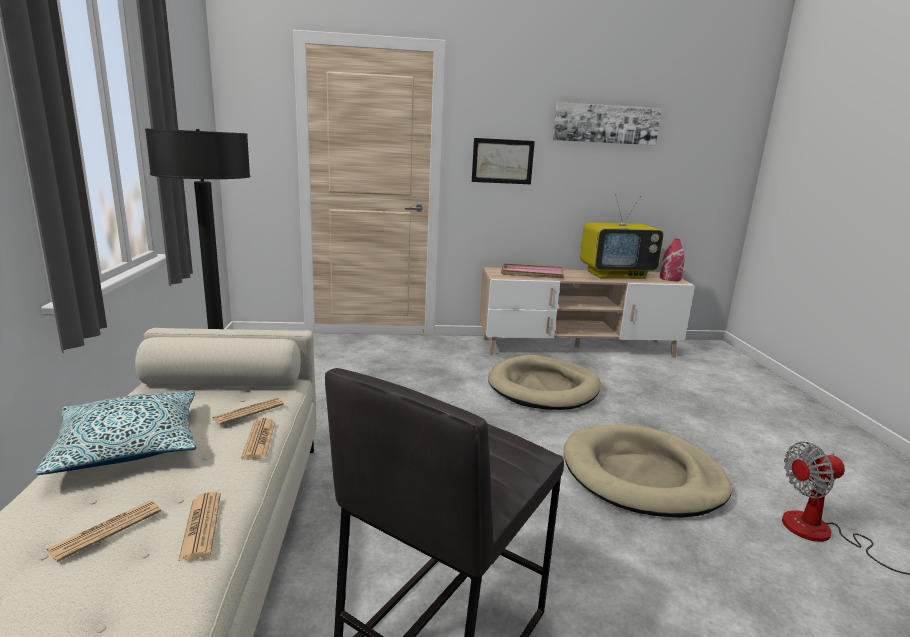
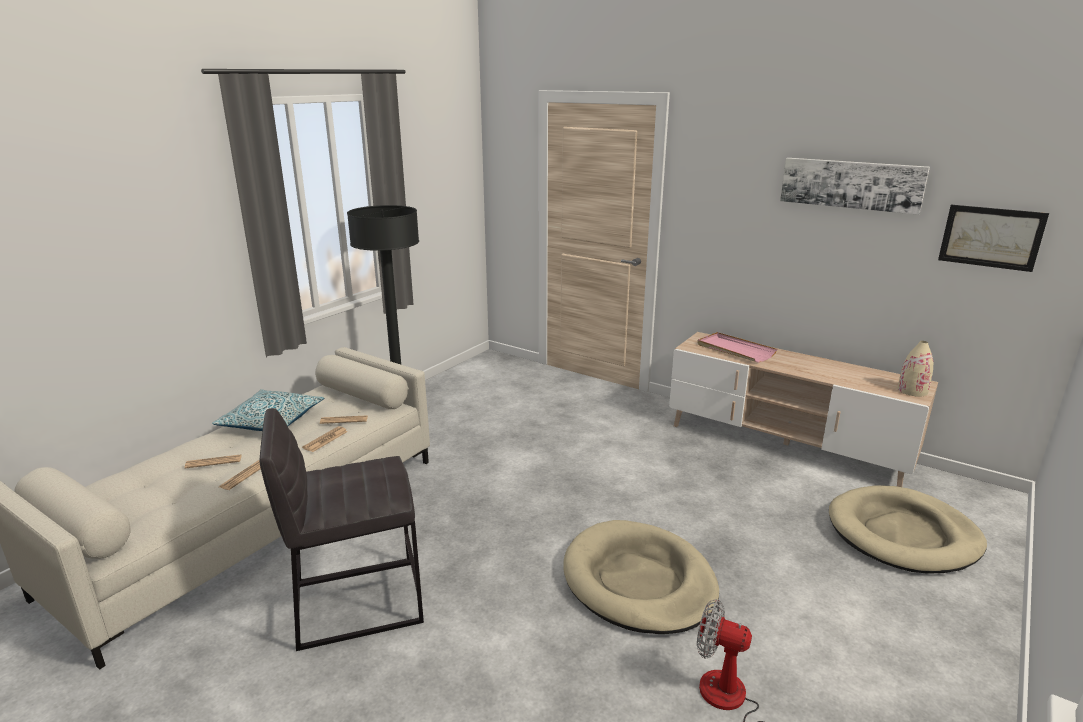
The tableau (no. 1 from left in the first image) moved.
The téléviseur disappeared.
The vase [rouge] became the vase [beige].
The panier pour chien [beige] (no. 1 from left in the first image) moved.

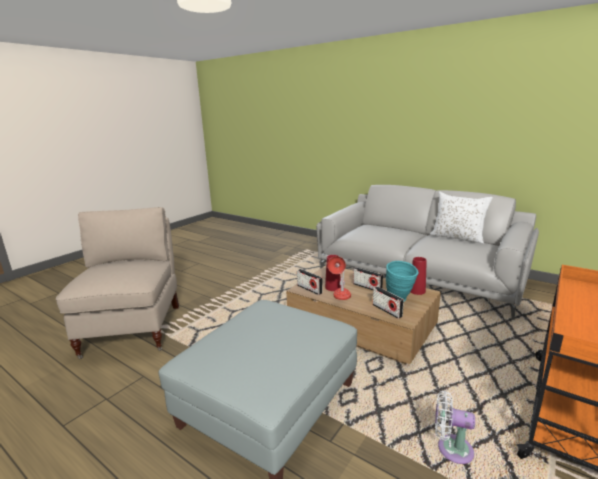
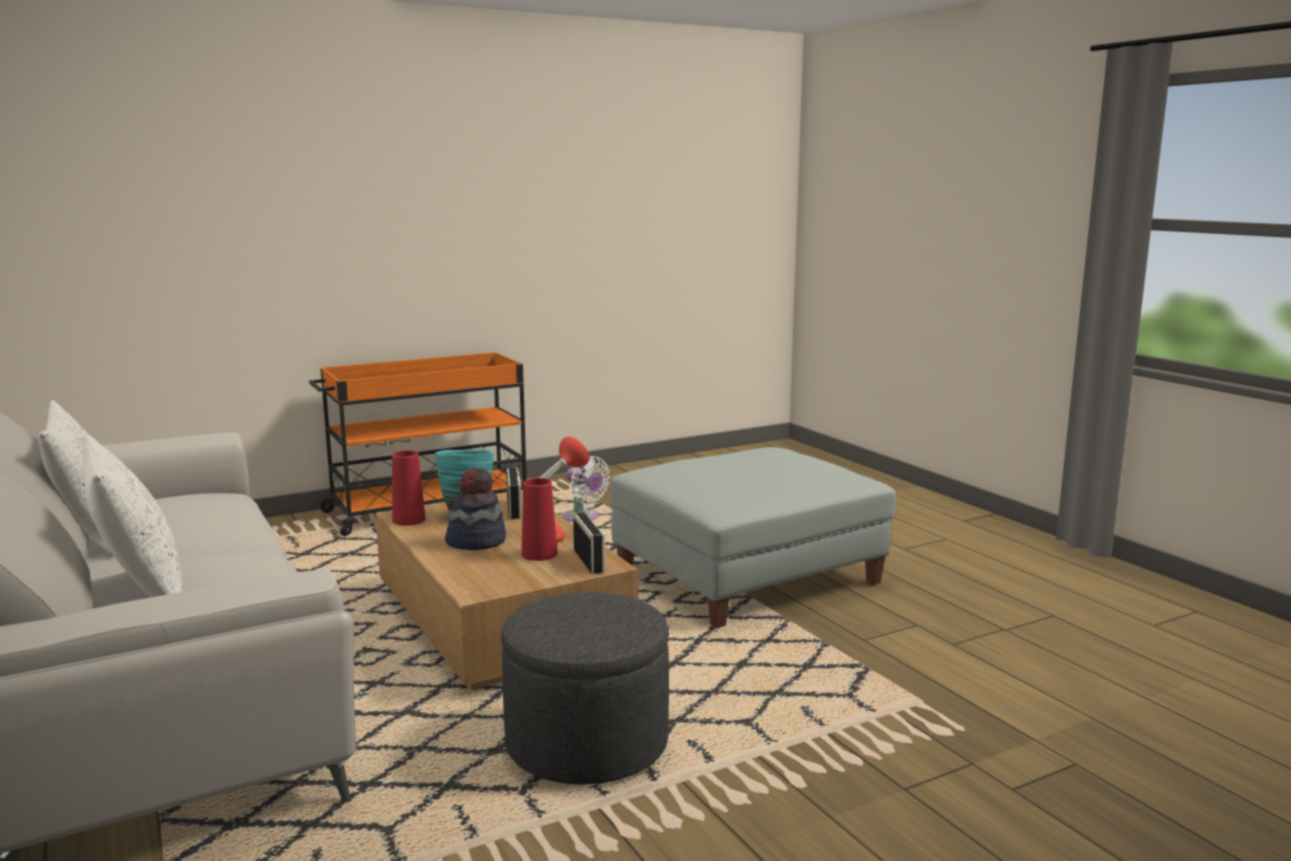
The chaise [beige] disappeared.
The radio (no. 2 from left) was replaced by the chapeau.
The coussin [blanc] (no. 2 from left) appeared.
The pouf [gris] (no. 1 from left) appeared.

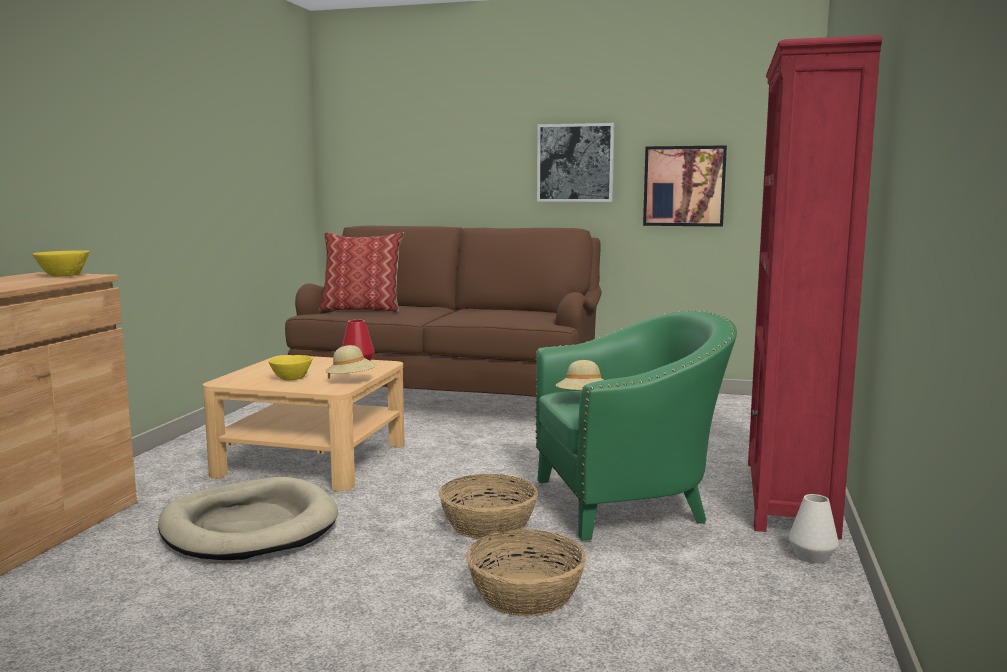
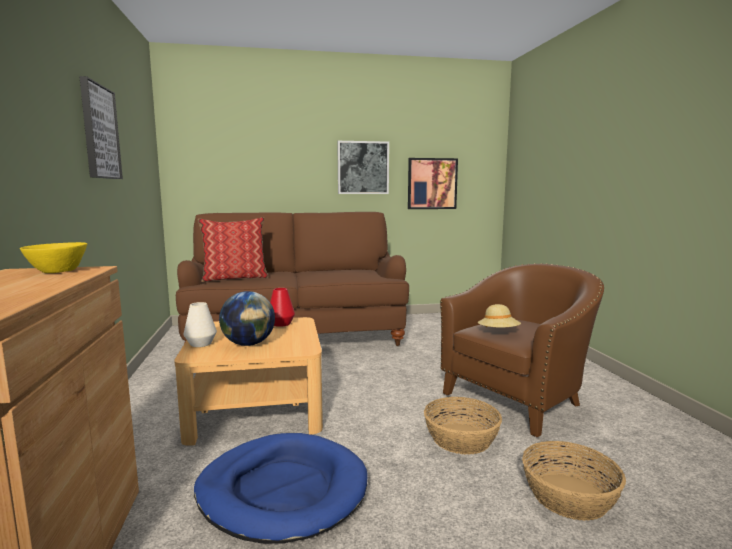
The bibliothèque [rouge] disappeared.
The fauteuil [vert] became the fauteuil [marron].
The chapeau [beige] (no. 1 from left) disappeared.
The bol [jaune] (no. 2 from left) was replaced by the globe.
The panier pour chien [beige] became the panier pour chien [bleu].
The vase [blanc] moved.
The tableau (no. 1 from left) appeared.

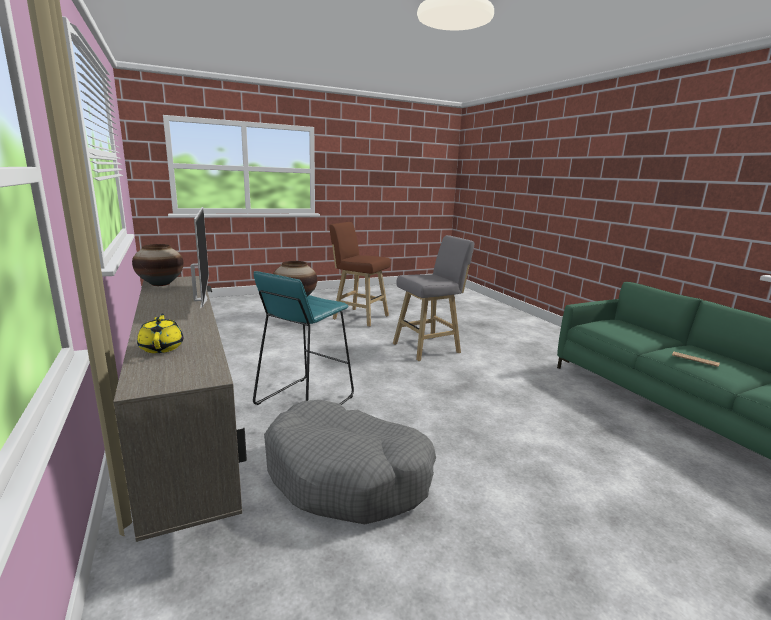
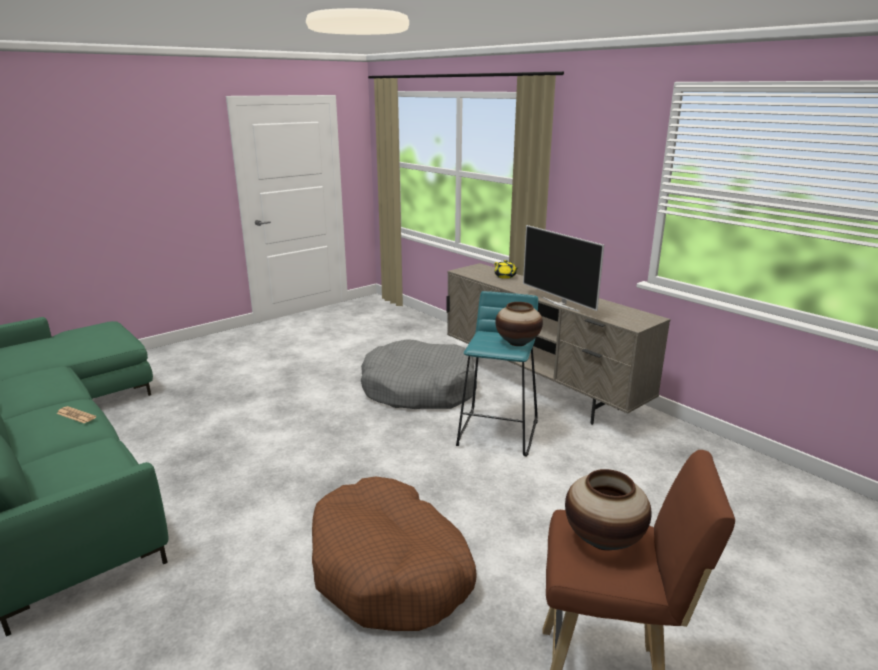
The tabouret [gris] was replaced by the panier pour chien [marron].
The vase (no. 1 from left in the first image) moved.

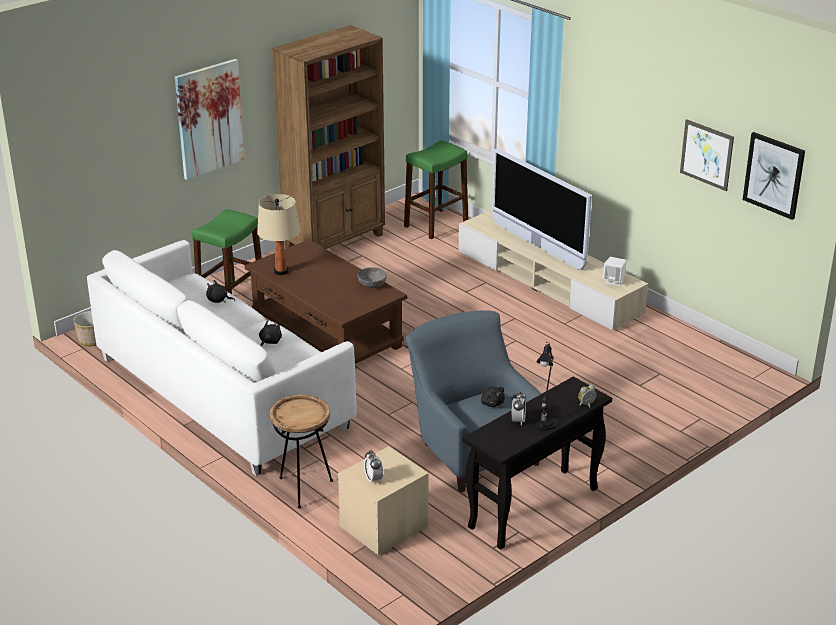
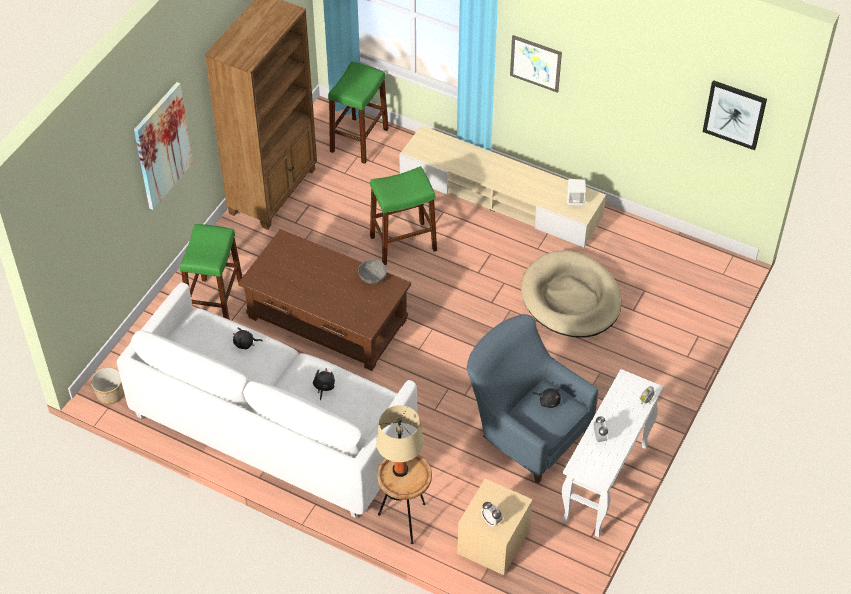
The tableau (no. 2 from left) moved.
The téléviseur disappeared.
The lampe de table [beige] moved.
The lampe de table [noir] disappeared.
The table console [noir] became the table console [blanc].
The tabouret [vert] (no. 3 from left) appeared.
The panier pour chien [beige] appeared.

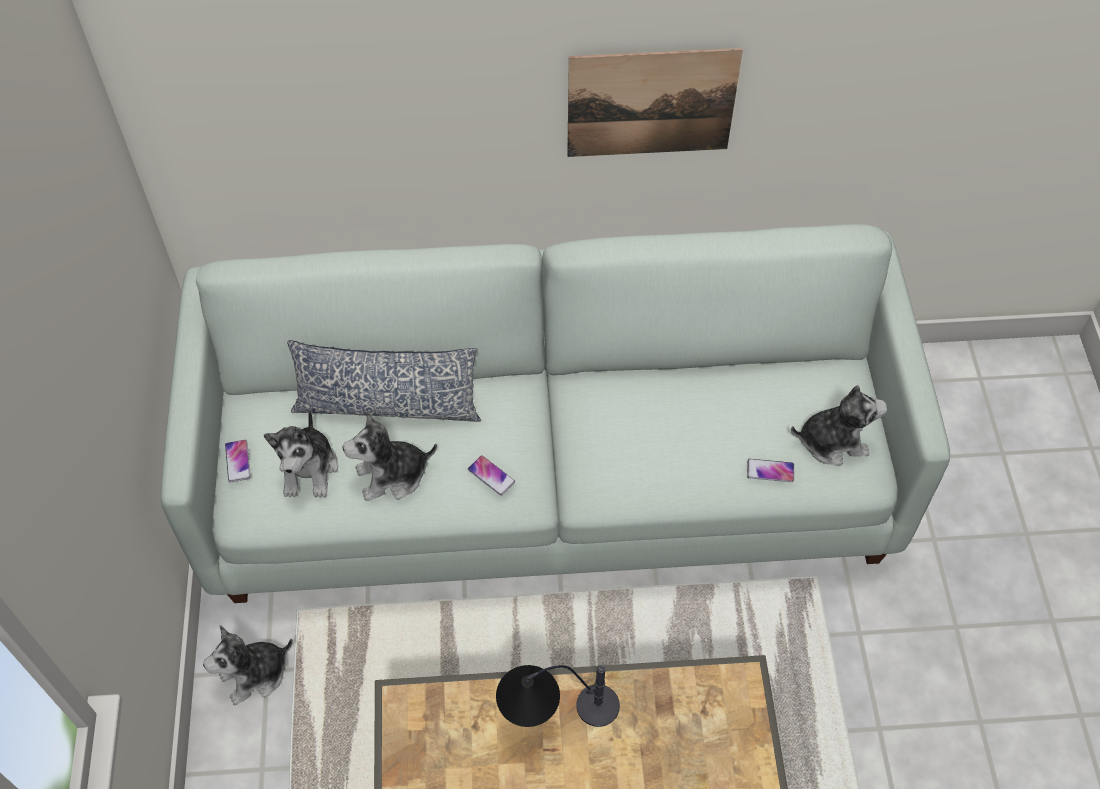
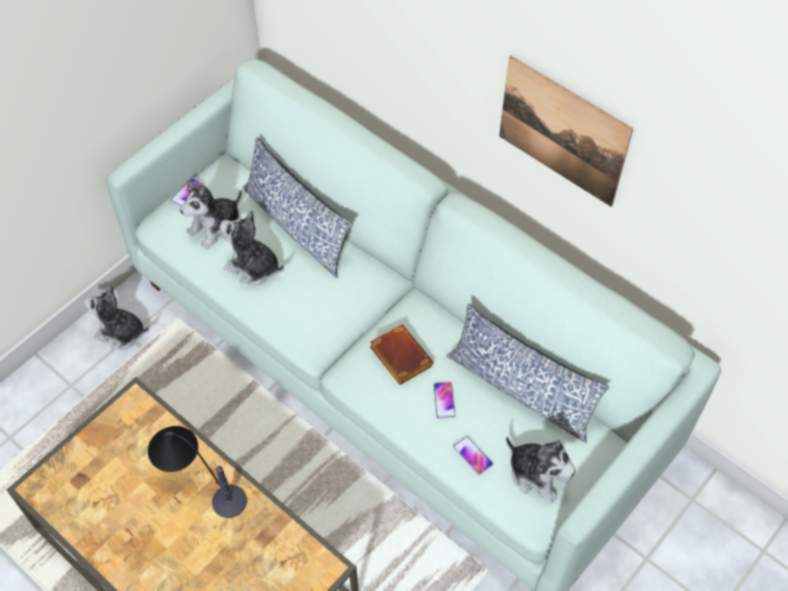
The téléphone (no. 2 from left) moved.
The coussin (no. 2 from left) appeared.
The livre [marron] appeared.

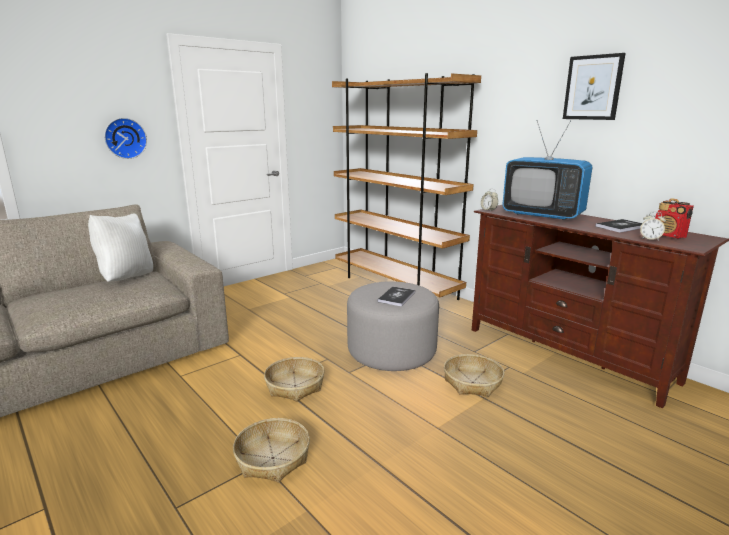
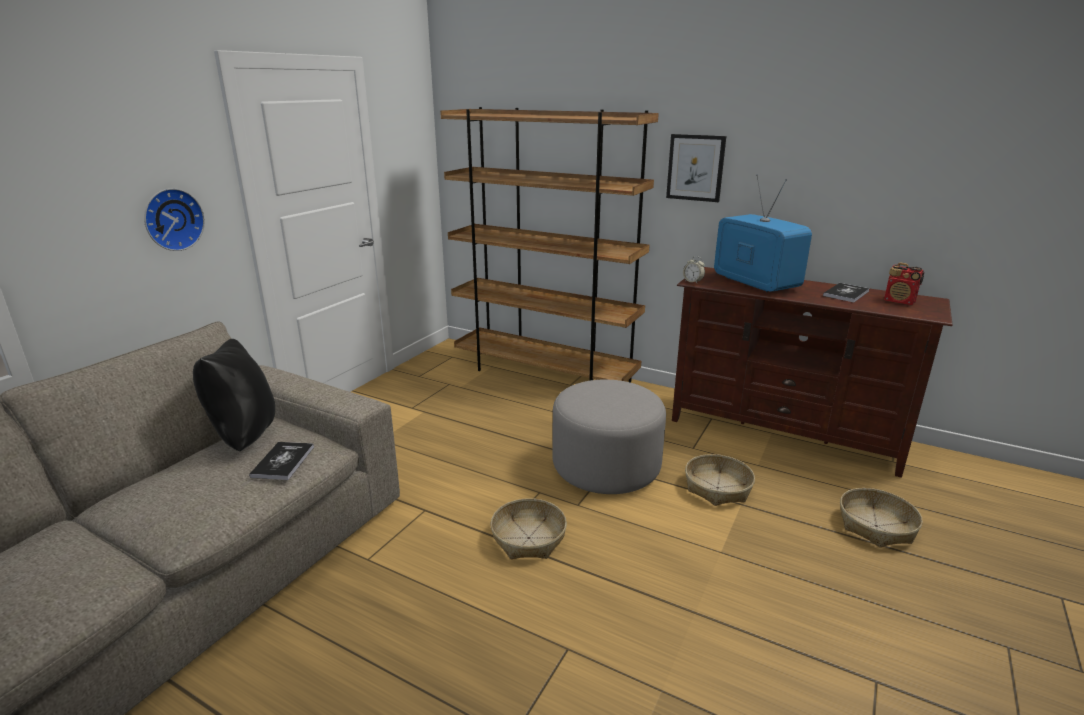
The tableau moved.
The téléviseur turned 135 degrees counterclockwise.
The réveil (no. 2 from left) disappeared.
The coussin [blanc] became the coussin [noir].
The livre (no. 1 from left) moved.
The panier (no. 1 from left in the first image) moved.

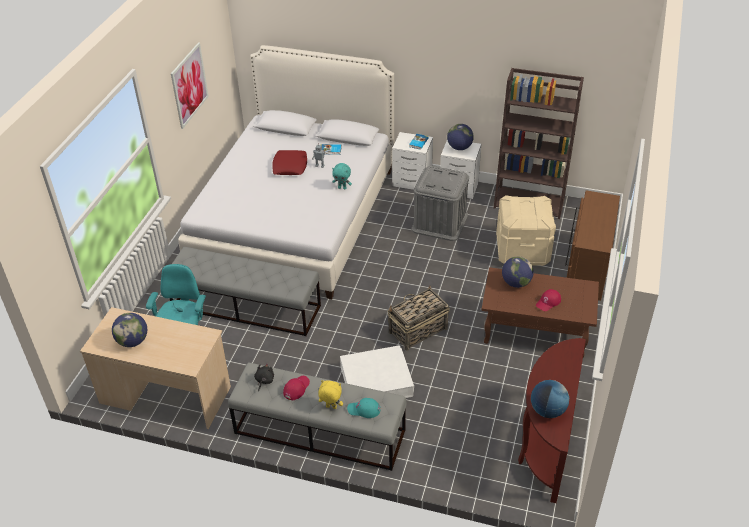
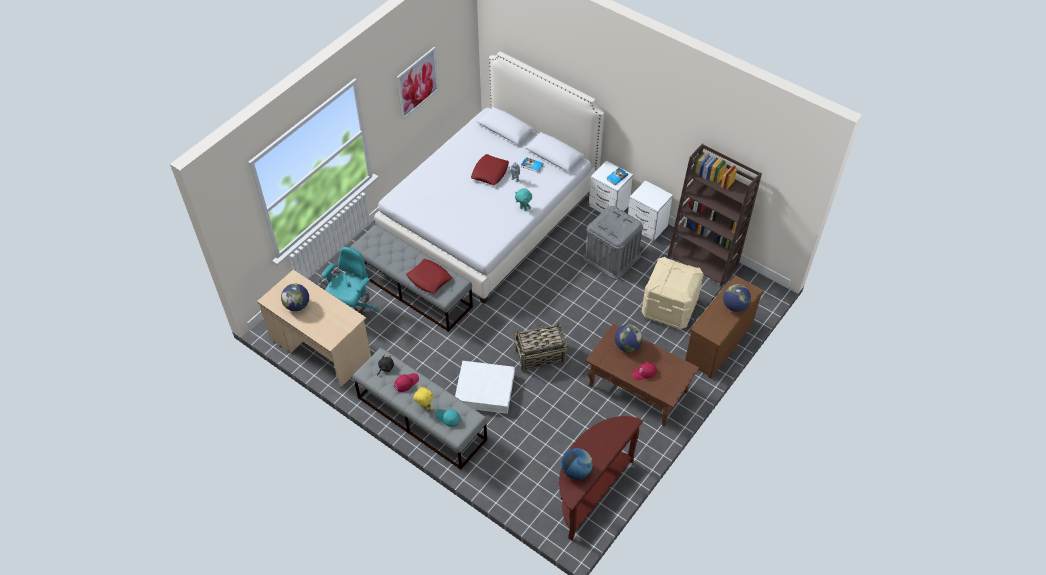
The globe (no. 2 from left in the first image) moved.
The coussin [rouge] (no. 1 from left) appeared.

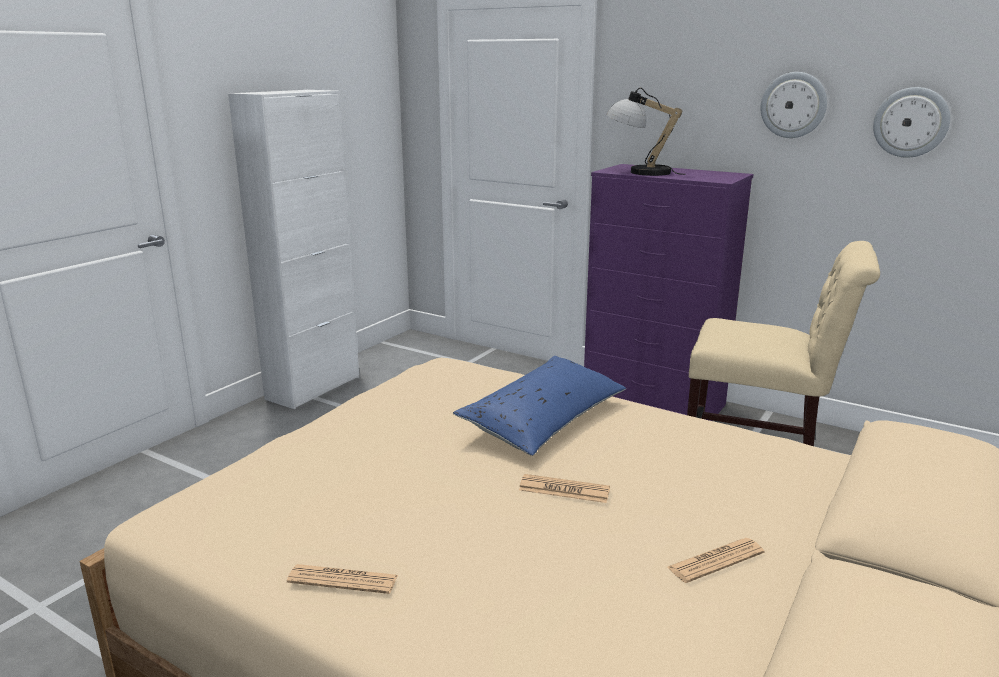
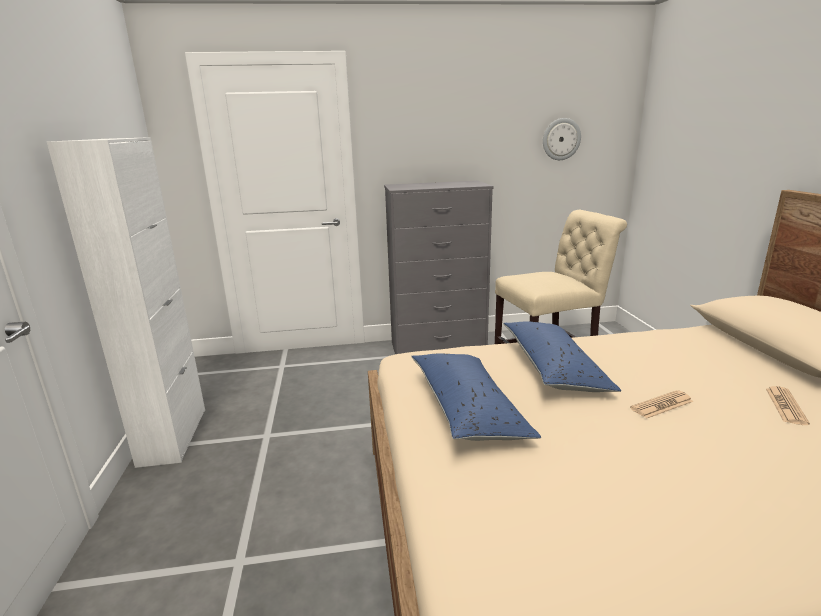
The horloge murale (no. 1 from left) disappeared.
The lampe de table disappeared.
The commode [violet] became the commode [gris].
The journal (no. 1 from left) disappeared.
The coussin [bleu] (no. 1 from left) appeared.

